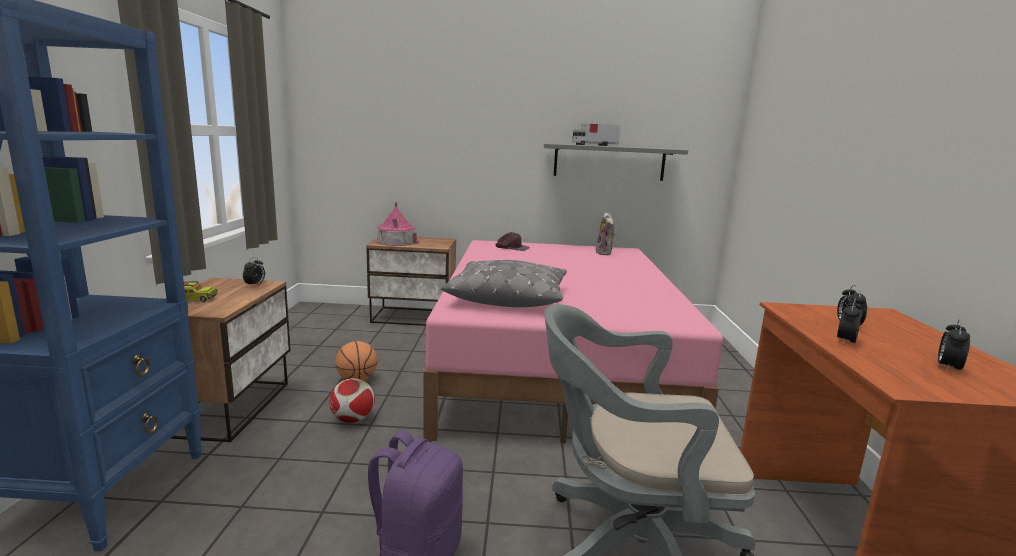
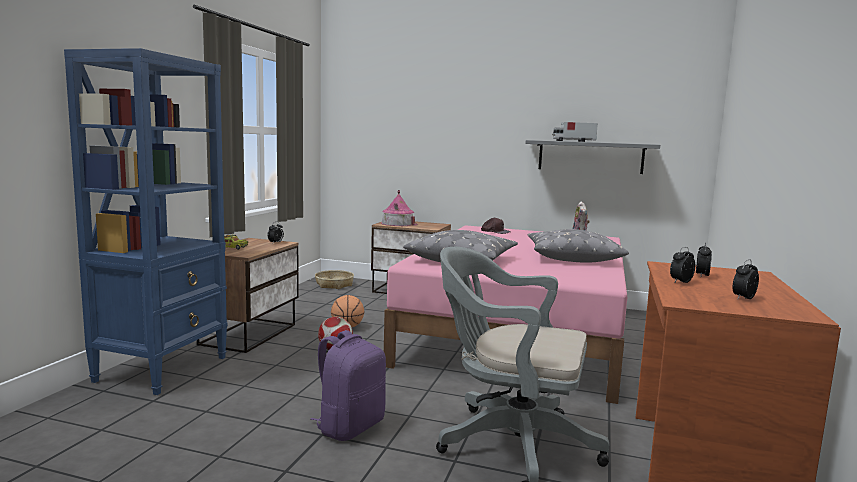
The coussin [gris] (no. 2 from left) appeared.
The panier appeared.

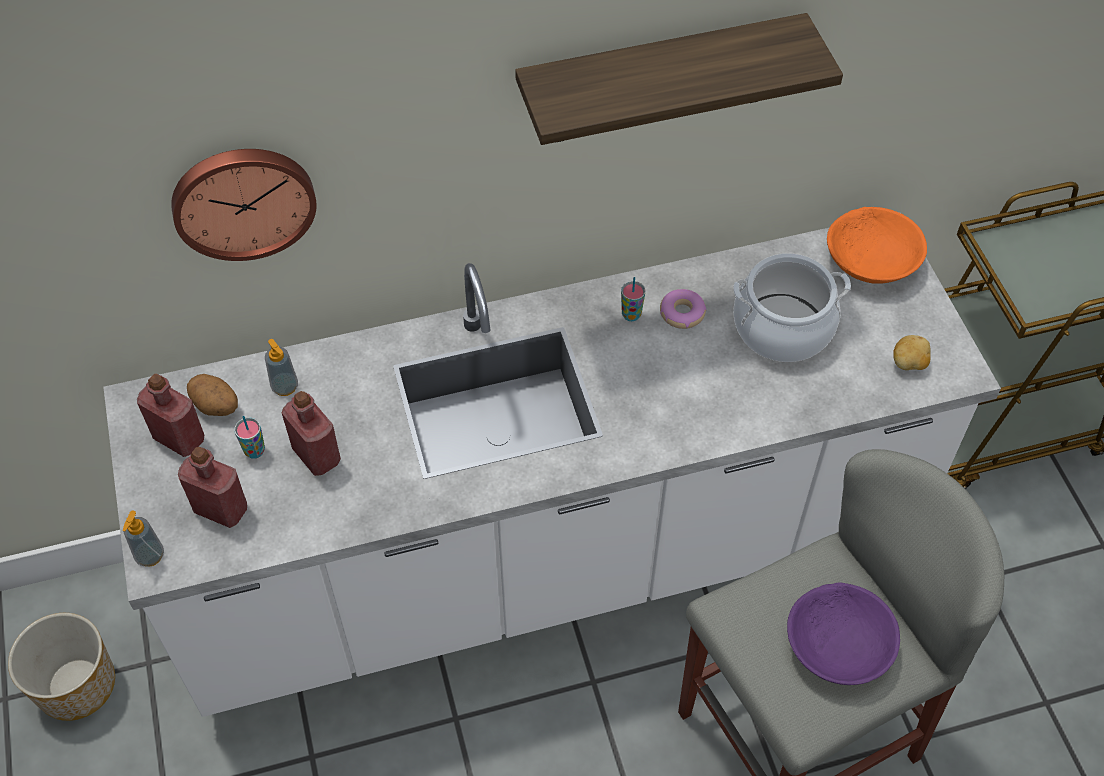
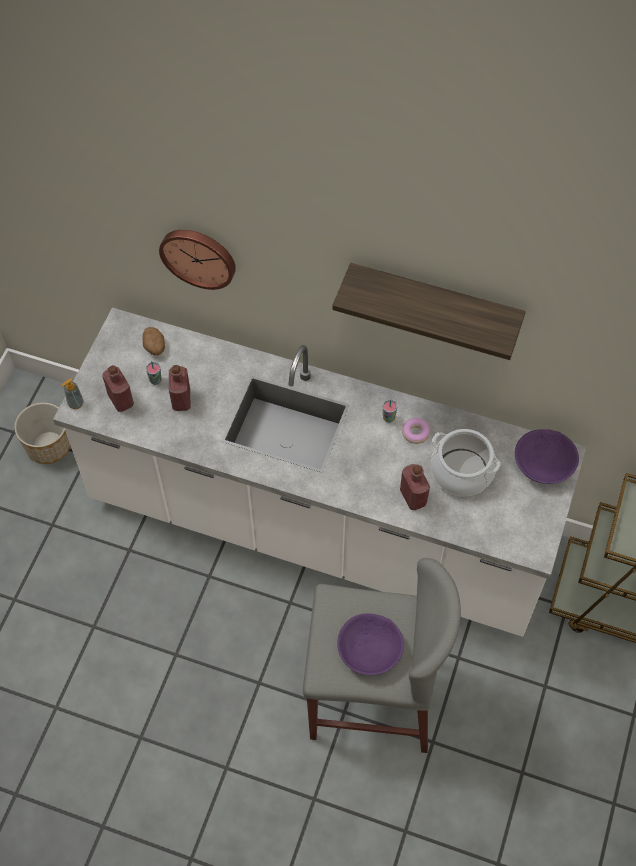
The bol [orange] became the bol [violet] (no. 2 from left).
The pomme de terre (no. 2 from left) disappeared.
The distributeur de savon (no. 2 from left) disappeared.
The bouteille [rouge] (no. 1 from left in the first image) moved.

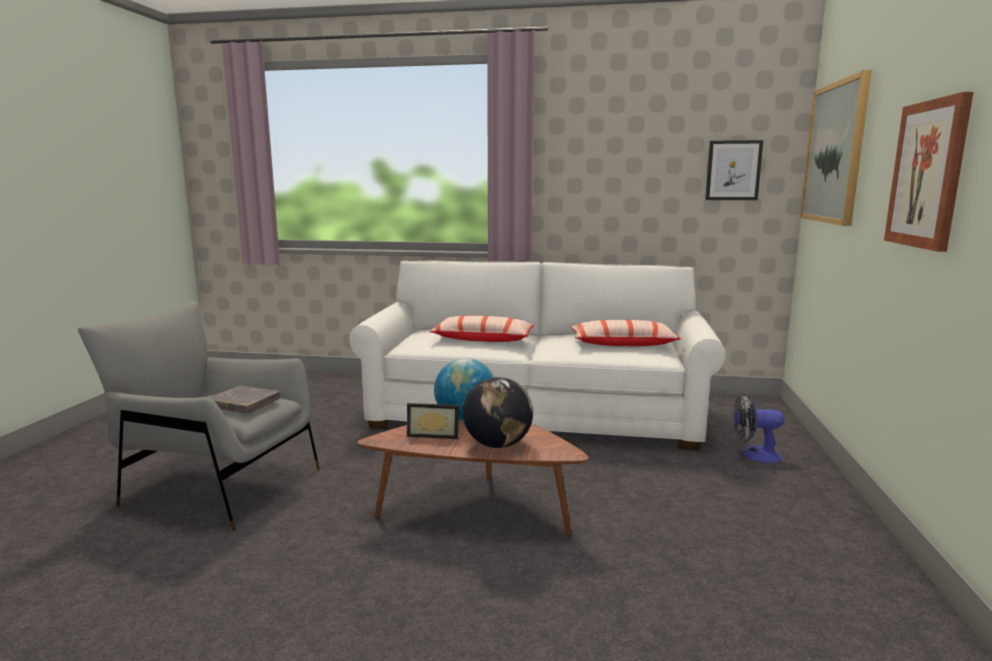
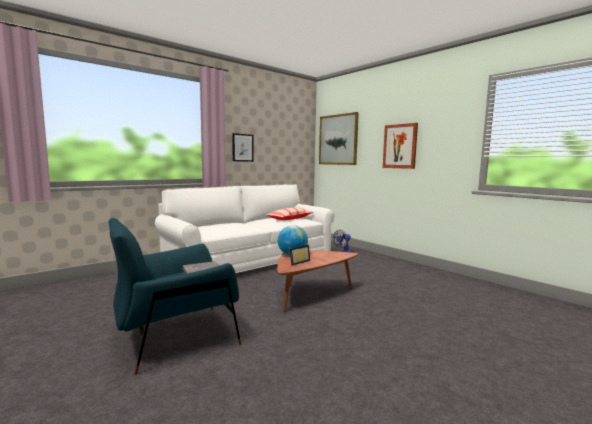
The tableau (no. 1 from left) moved.
The fauteuil [gris] became the fauteuil [bleu].
The coussin (no. 1 from left) disappeared.
The globe (no. 2 from left) disappeared.

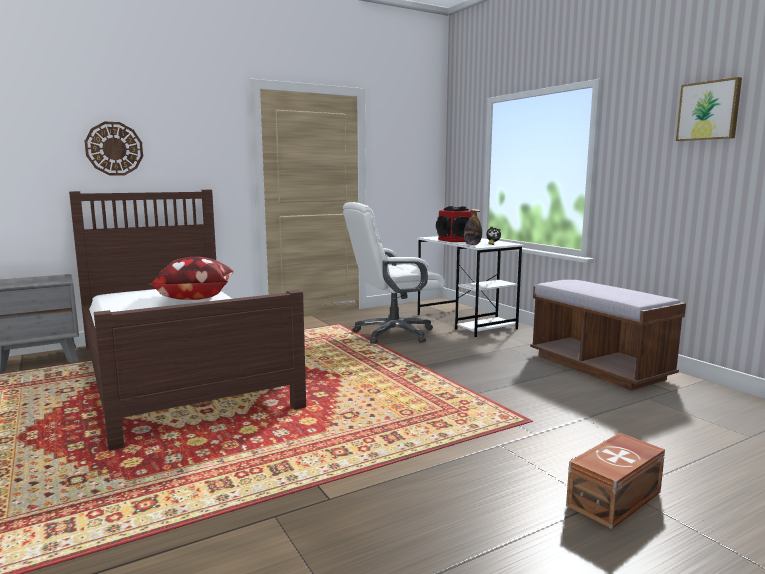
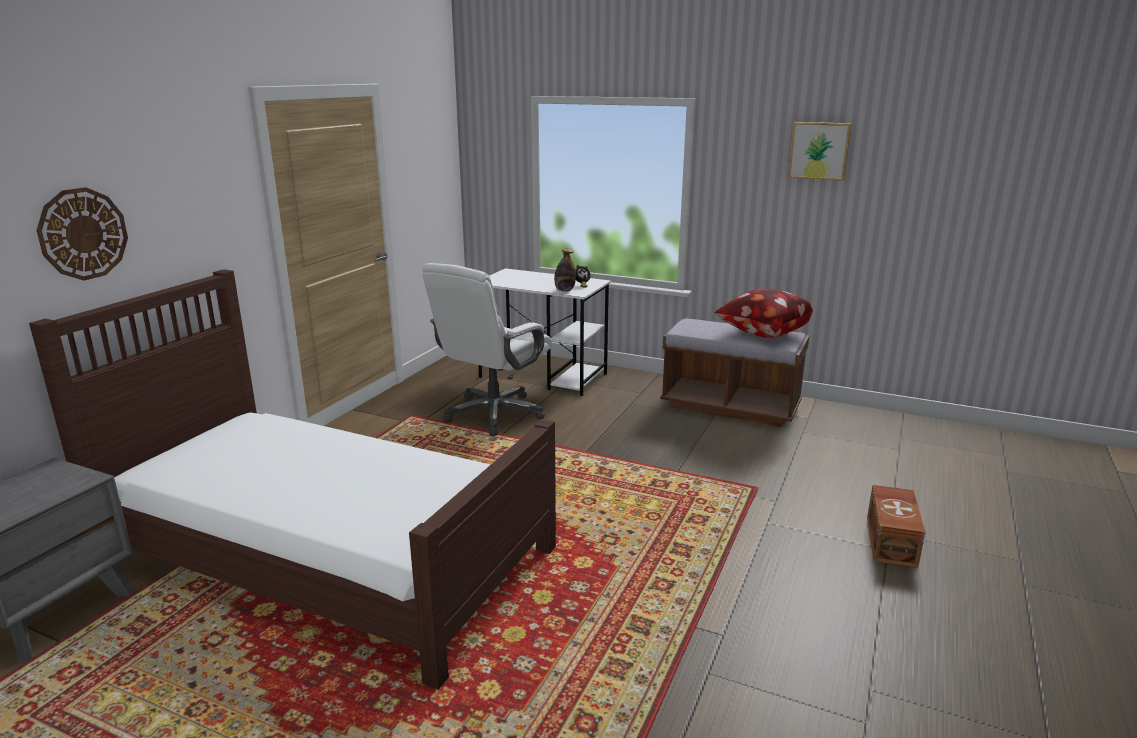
The enceinte disappeared.
The coussin moved.

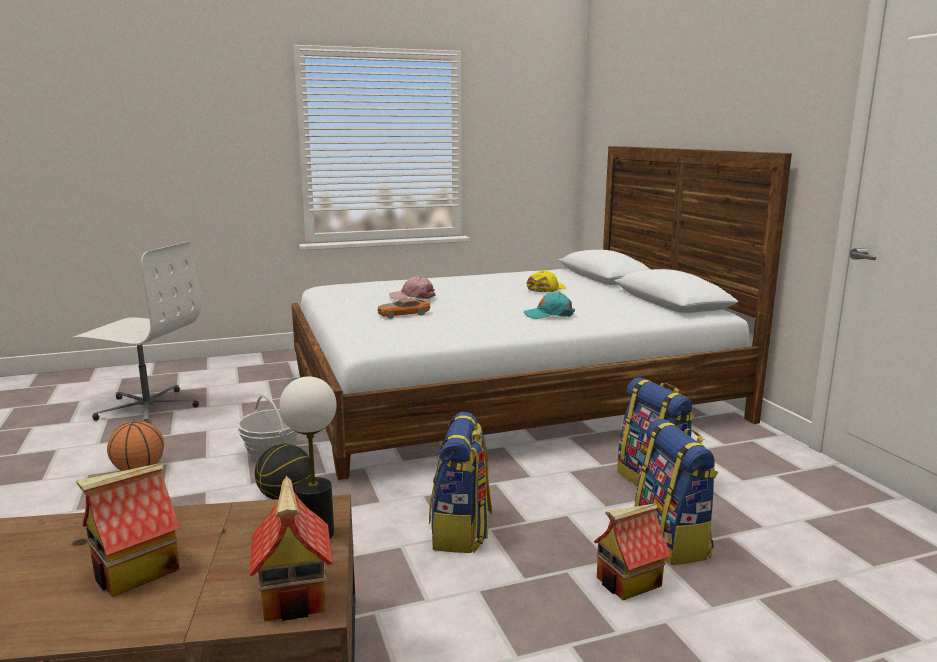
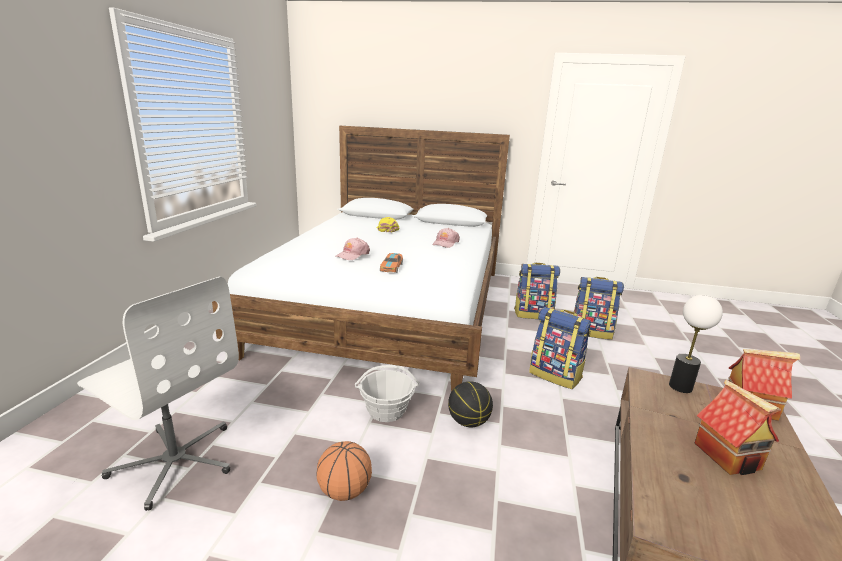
The chaise de bureau [blanc] turned 75 degrees clockwise.
The casquette [turquoise] became the casquette [rose] (no. 2 from left).
The maison miniature (no. 3 from left) disappeared.

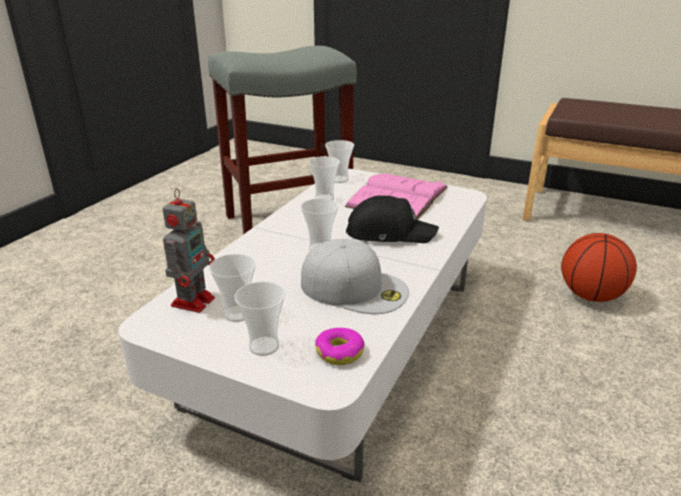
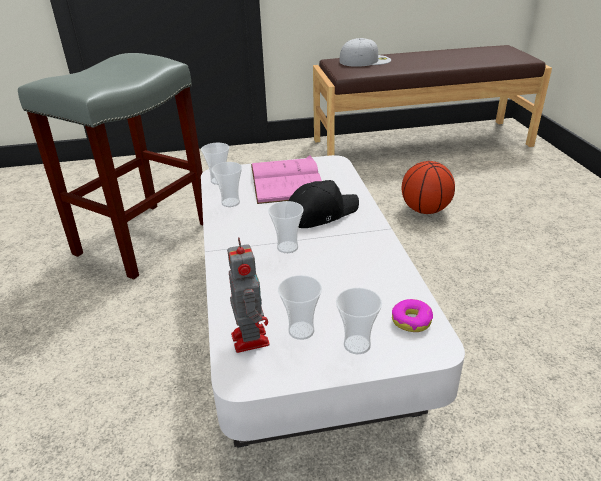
The casquette [blanc] moved.

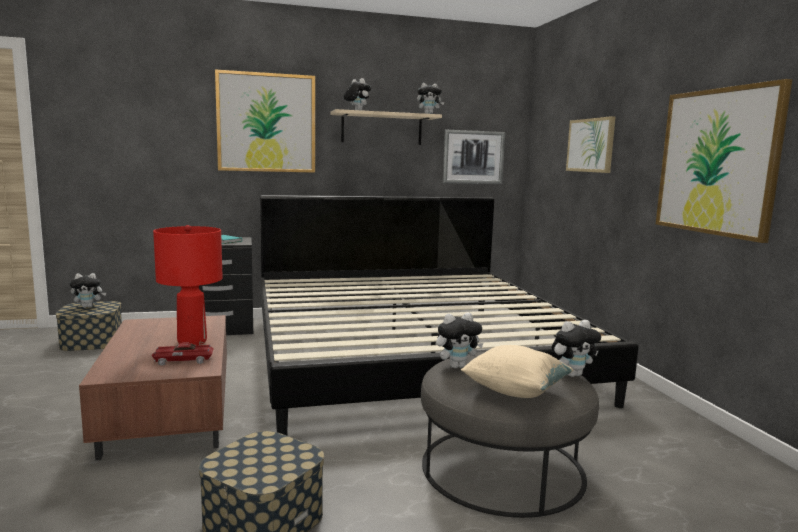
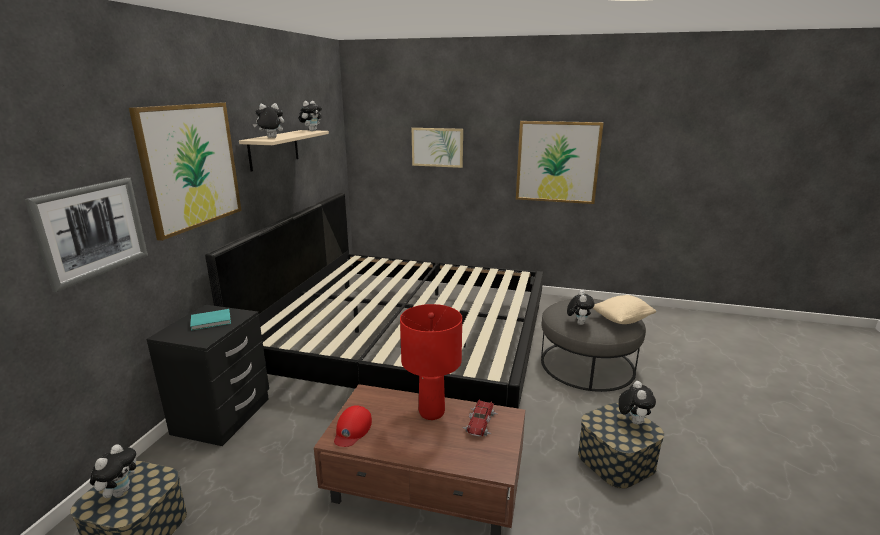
The tableau (no. 2 from left in the first image) moved.
The peluche (no. 5 from left) moved.
The casquette [rouge] appeared.

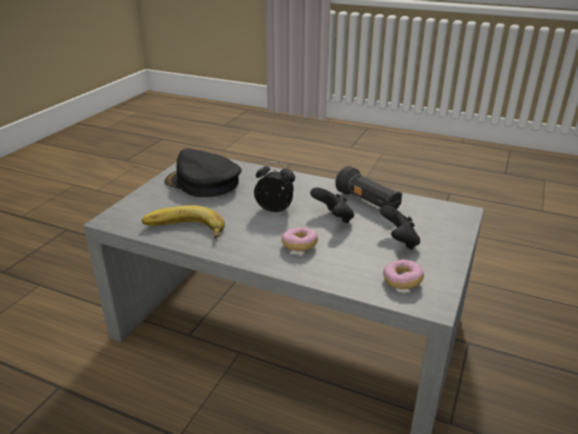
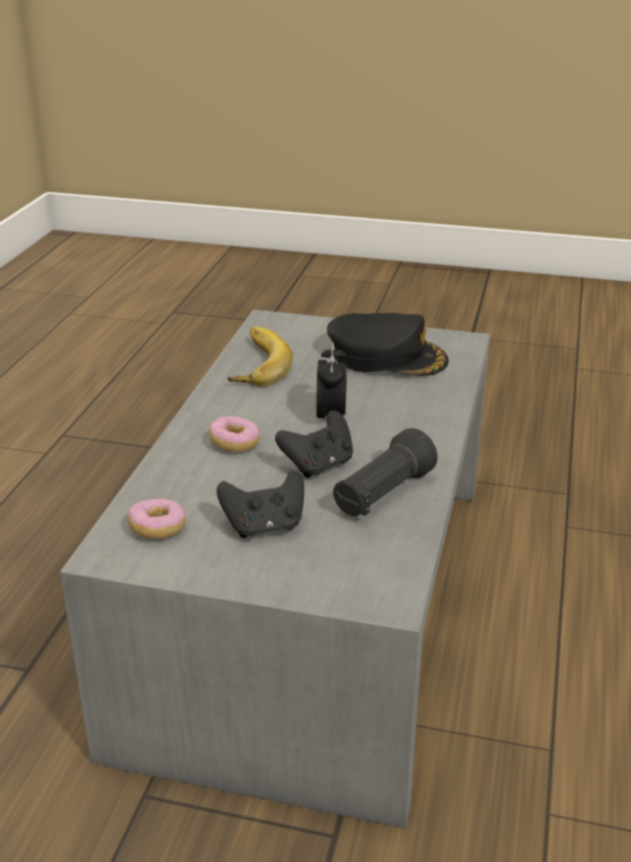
The casquette [noir] turned 90 degrees clockwise.

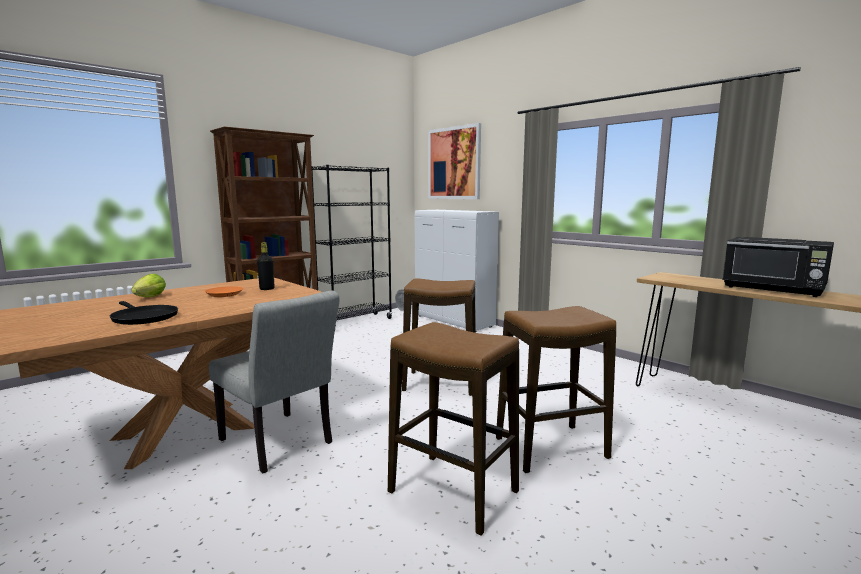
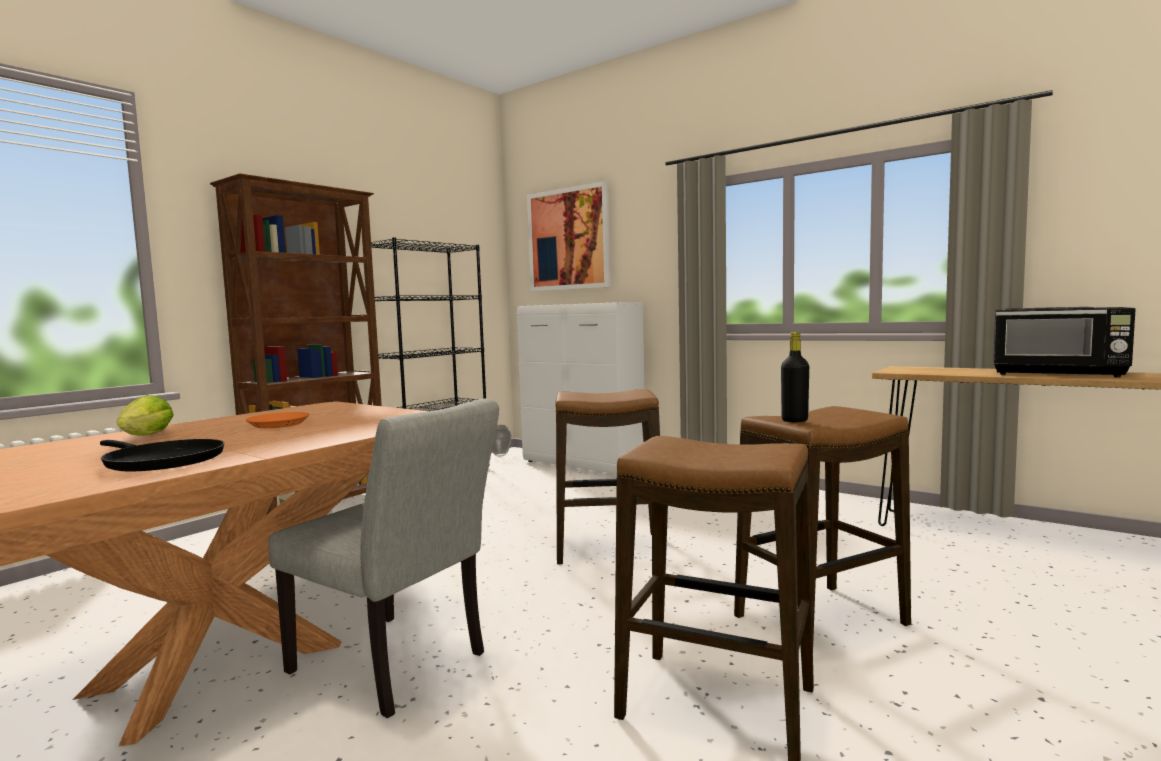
The bouteille [noir] moved.

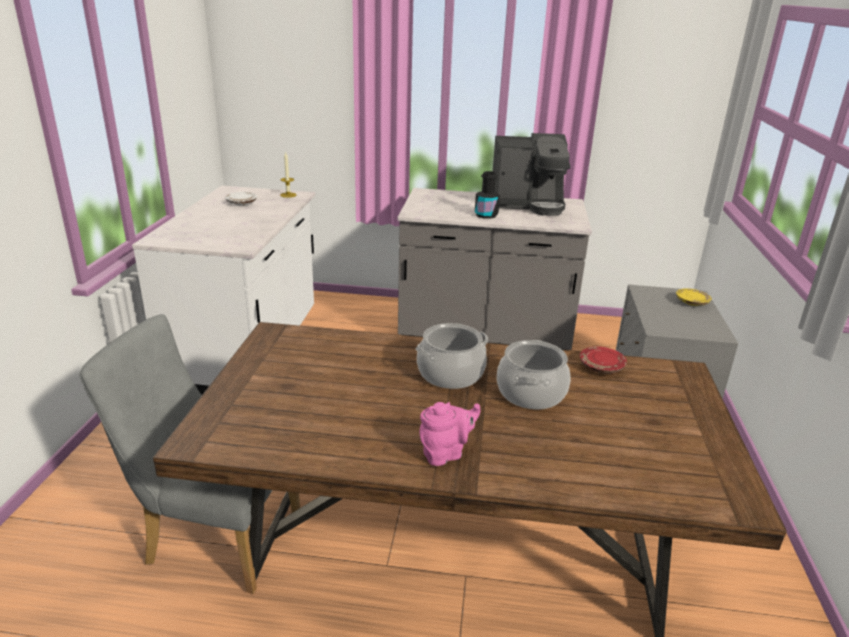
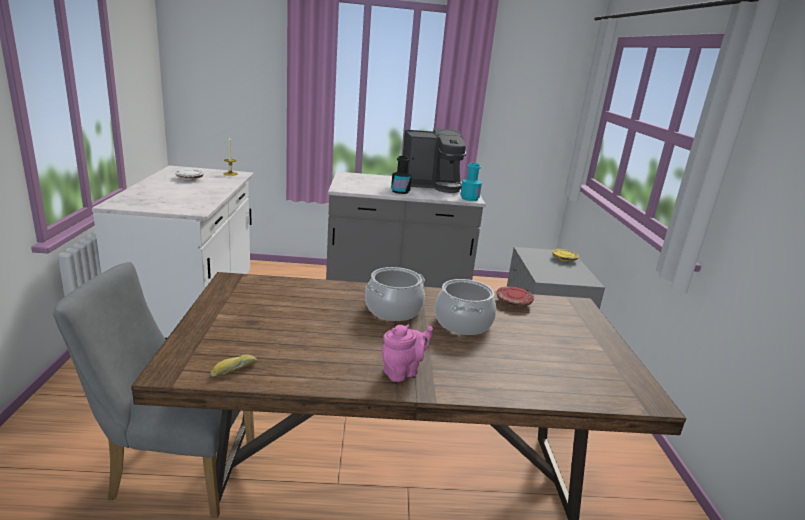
The bouteille [turquoise] appeared.
The pain appeared.

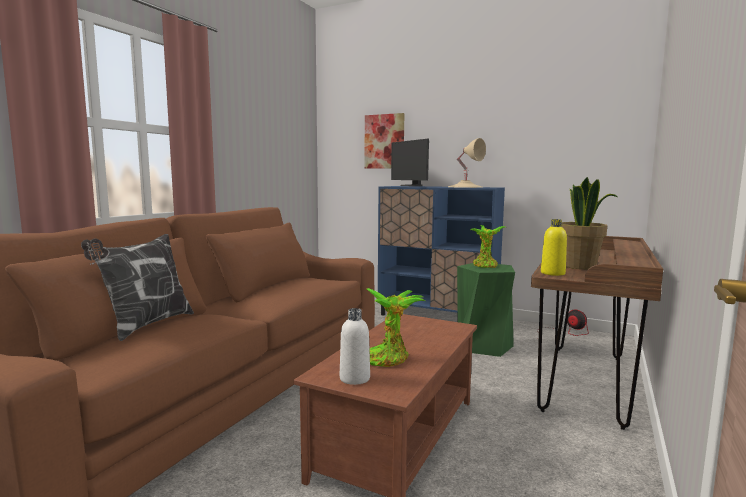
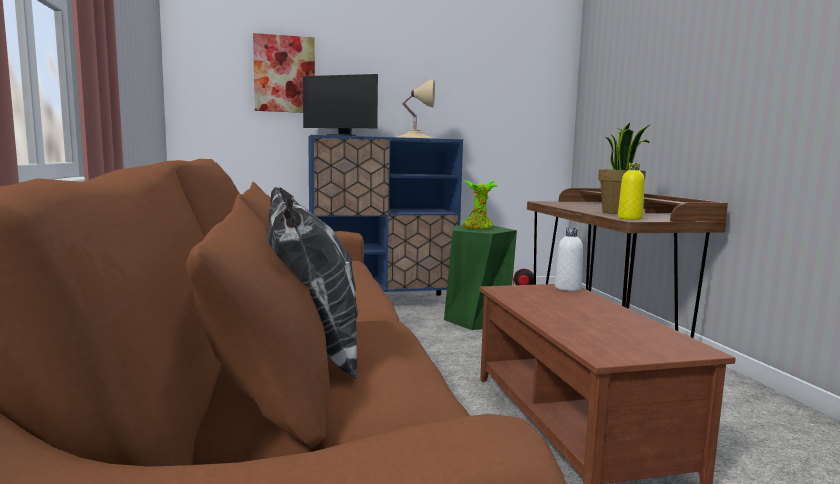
The plante en pot (no. 1 from left) disappeared.
The bouteille [blanc] moved.

